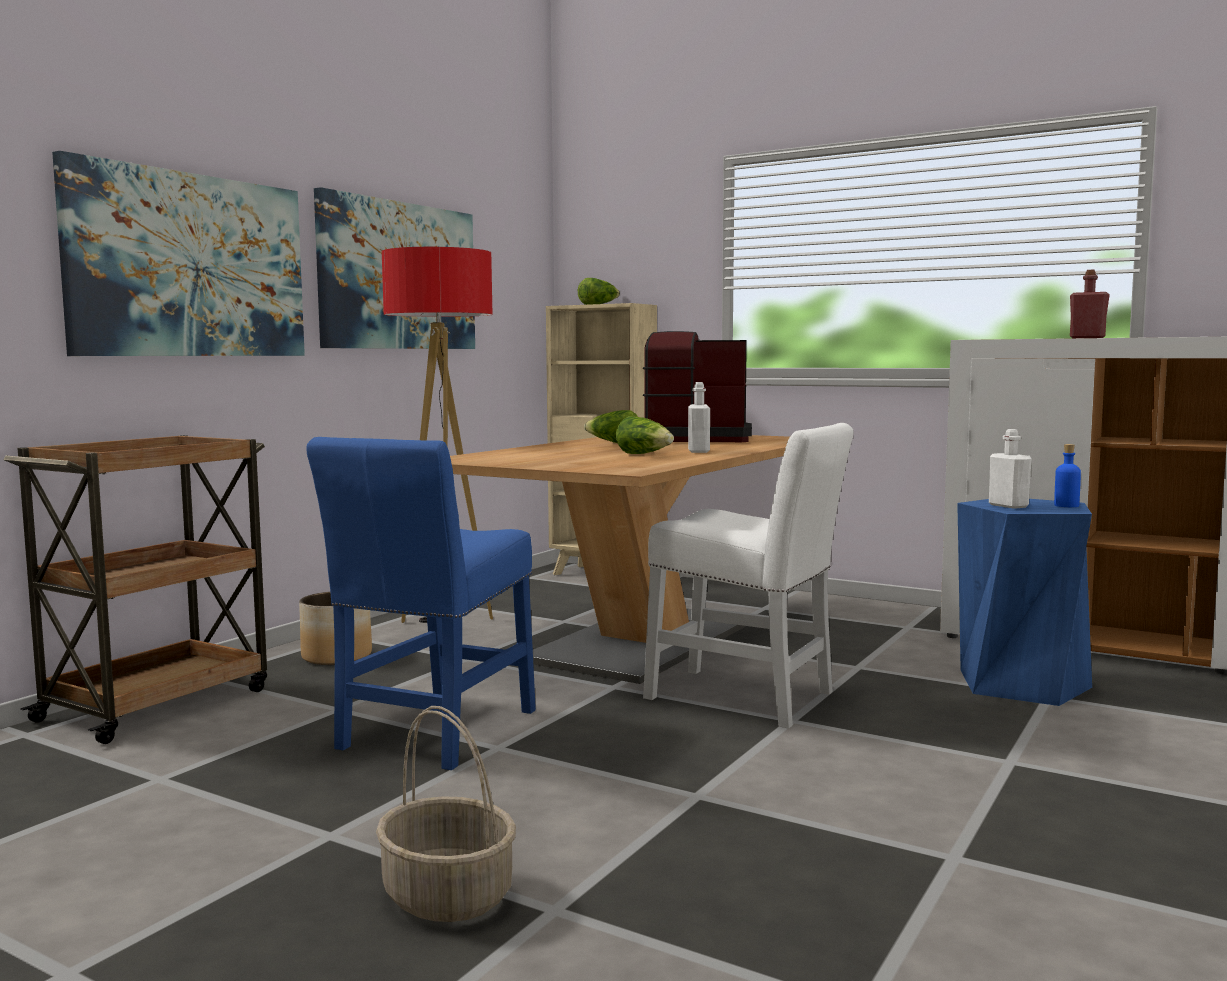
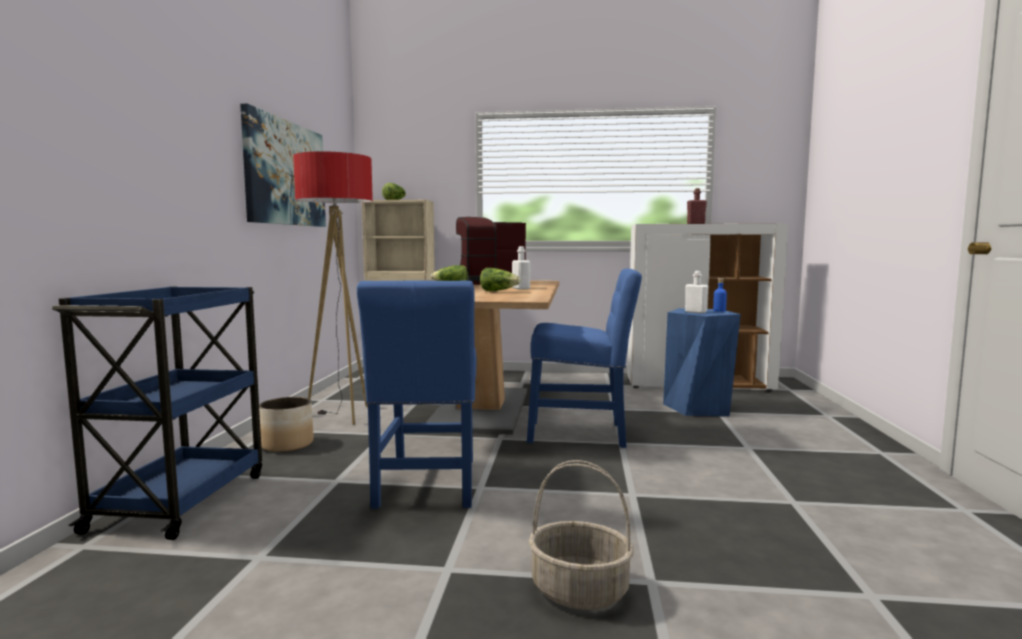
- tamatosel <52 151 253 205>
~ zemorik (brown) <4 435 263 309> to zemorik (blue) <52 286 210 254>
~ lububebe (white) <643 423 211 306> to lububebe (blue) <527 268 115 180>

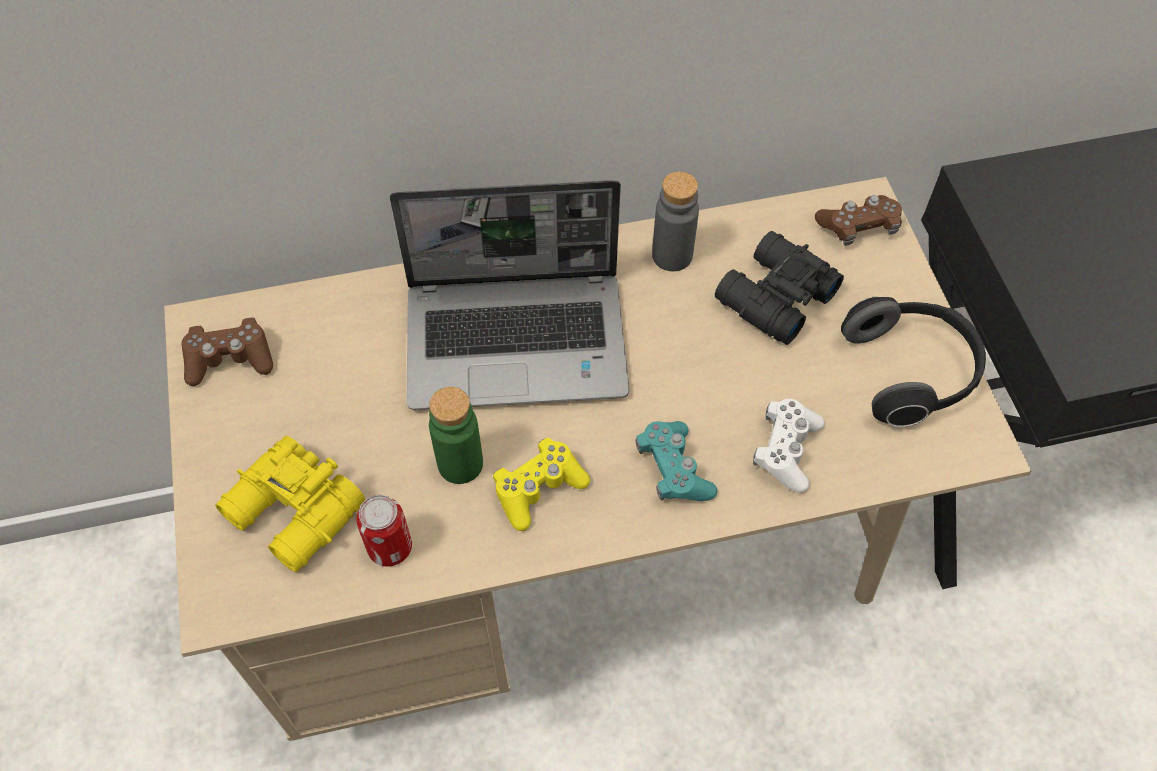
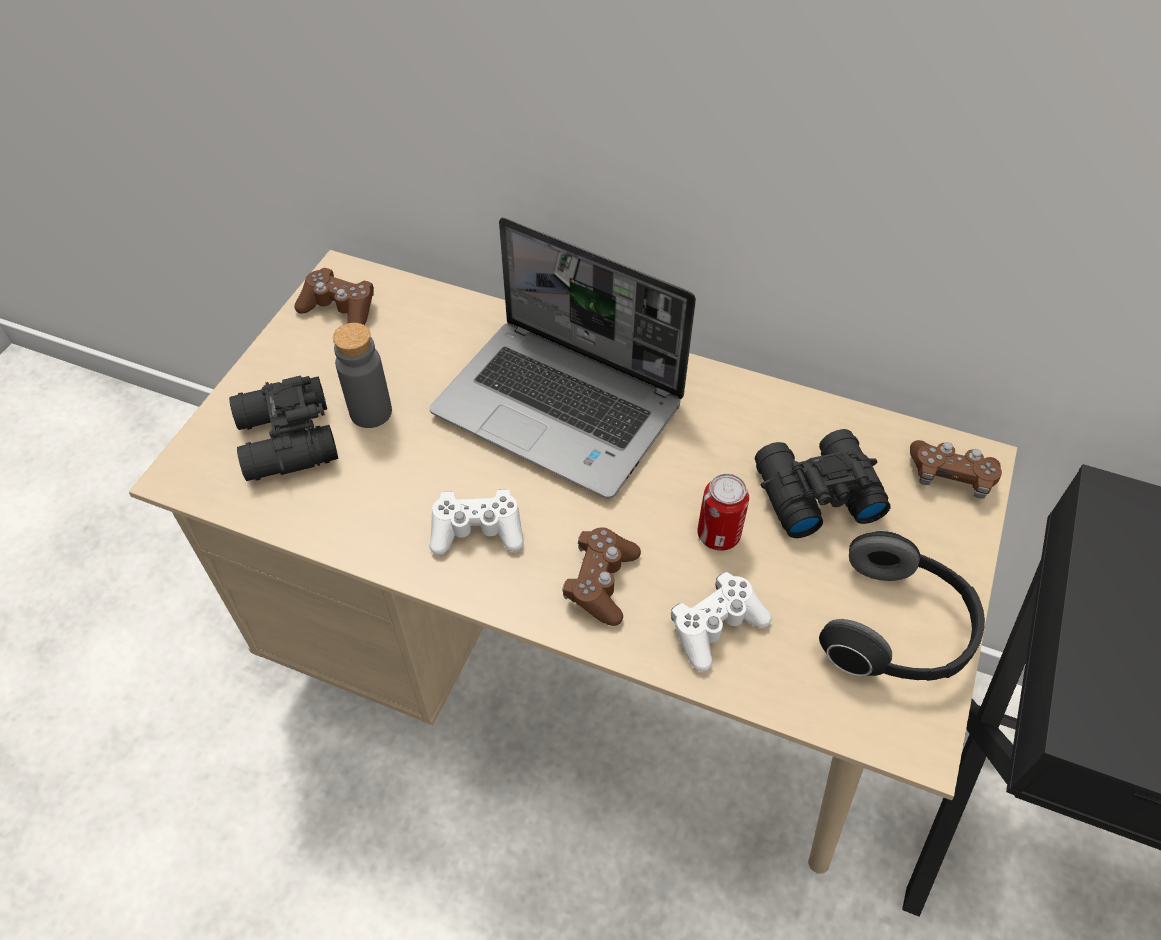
- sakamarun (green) <429 387 54 97>
~ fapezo <356 495 56 72> to <697 474 52 77>
~ sakamarun (grey) <652 172 47 99> to <333 323 59 105>
~ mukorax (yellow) <215 436 150 136> to mukorax (black) <229 375 109 106>
~ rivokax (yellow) <493 437 97 94> to rivokax (white) <429 489 95 66>
~ rivokax (turquoise) <636 421 81 80> to rivokax (brown) <562 527 79 99>

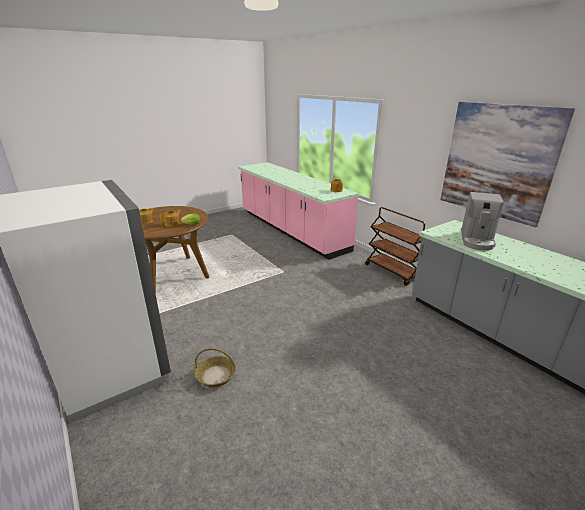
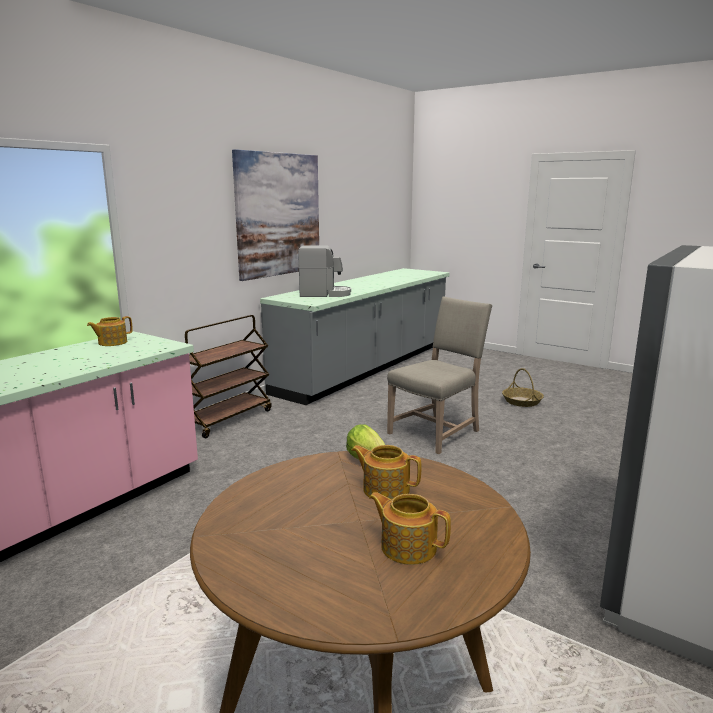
+ lububebe (beige) <387 296 105 158>
~ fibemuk <194 348 42 40> to <502 368 42 39>

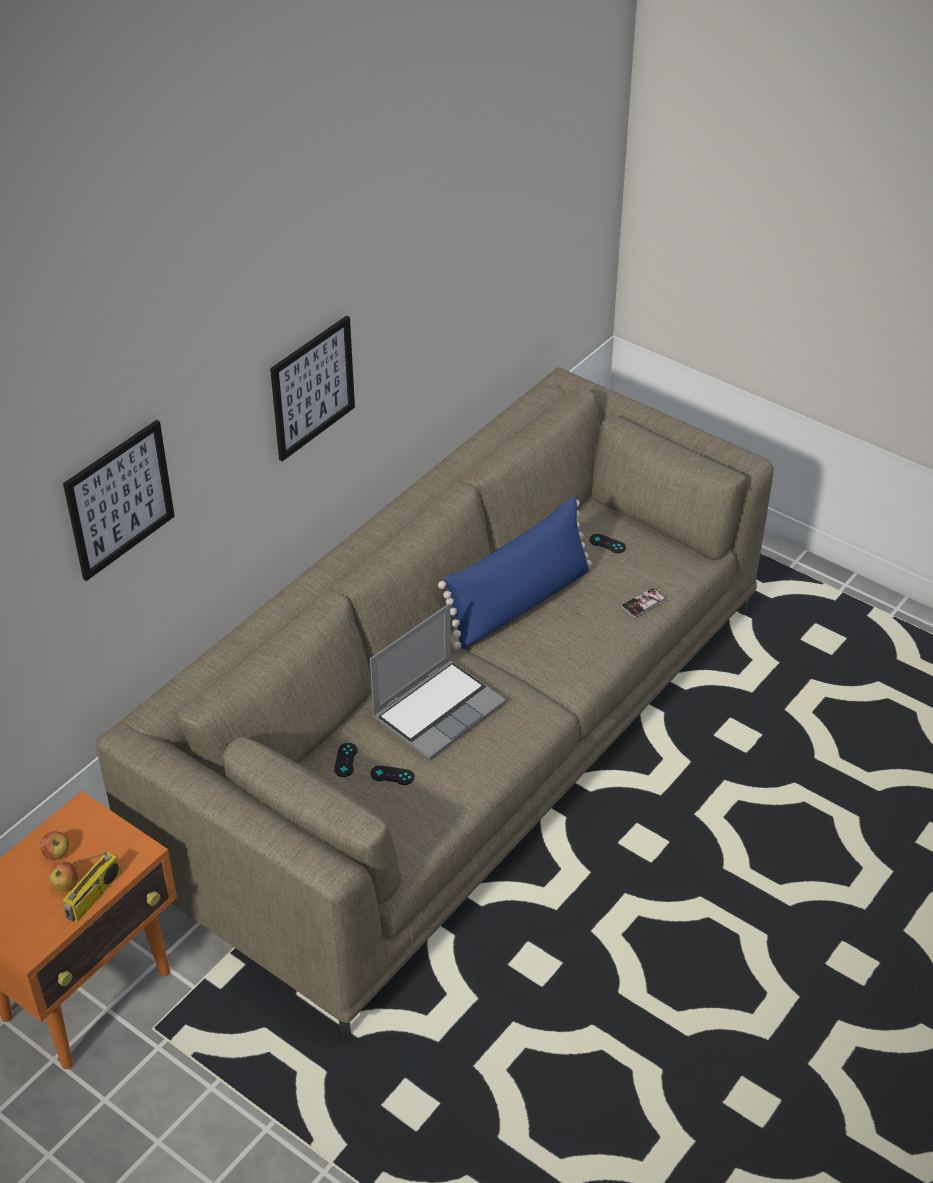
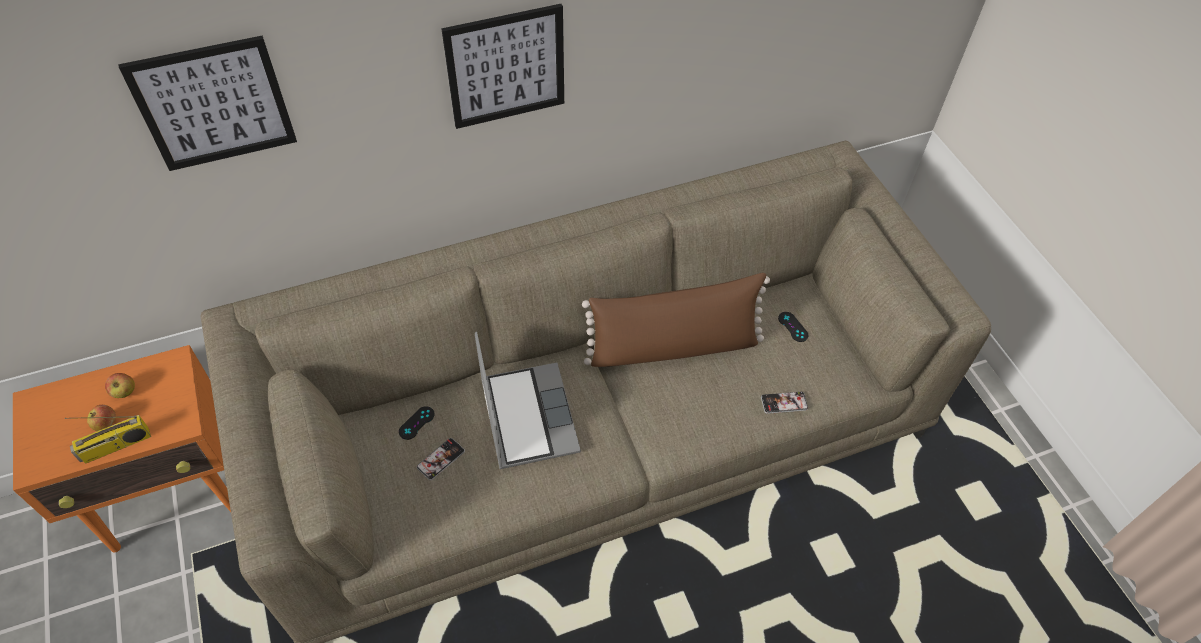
~ rivokax (black) <370 765 45 20> to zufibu <417 438 48 42>
~ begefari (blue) <438 496 154 153> to begefari (brown) <582 273 188 94>
~ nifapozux <370 604 136 156> = <475 332 106 137> 90 degrees counterclockwise

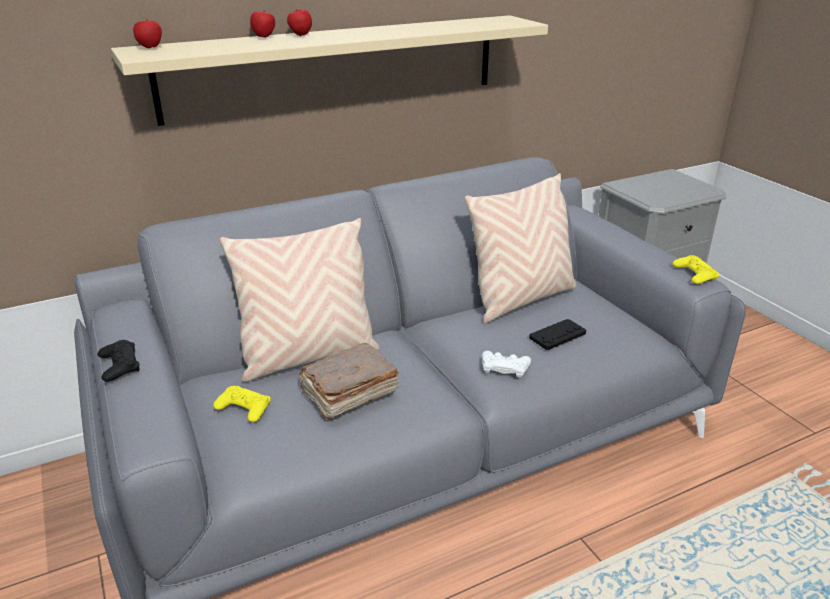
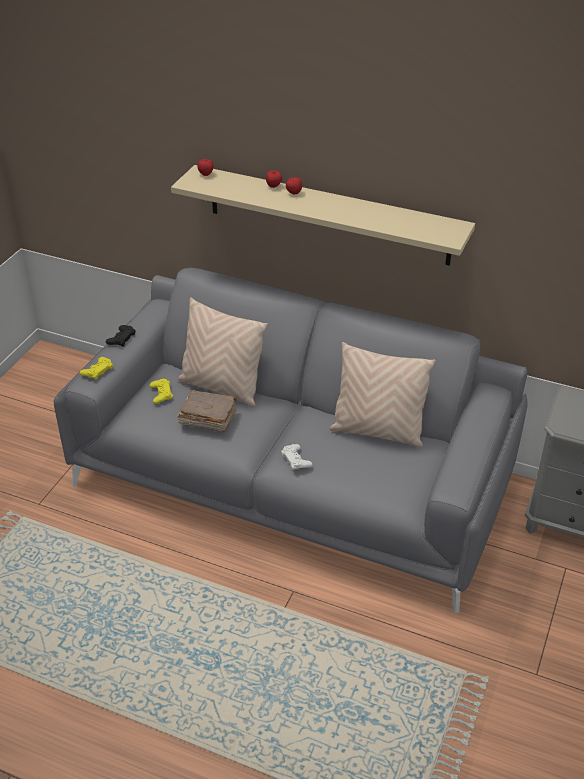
- rivokax (black) <529 319 57 31>
~ rivokax (yellow) <672 255 47 29> to <80 357 33 23>

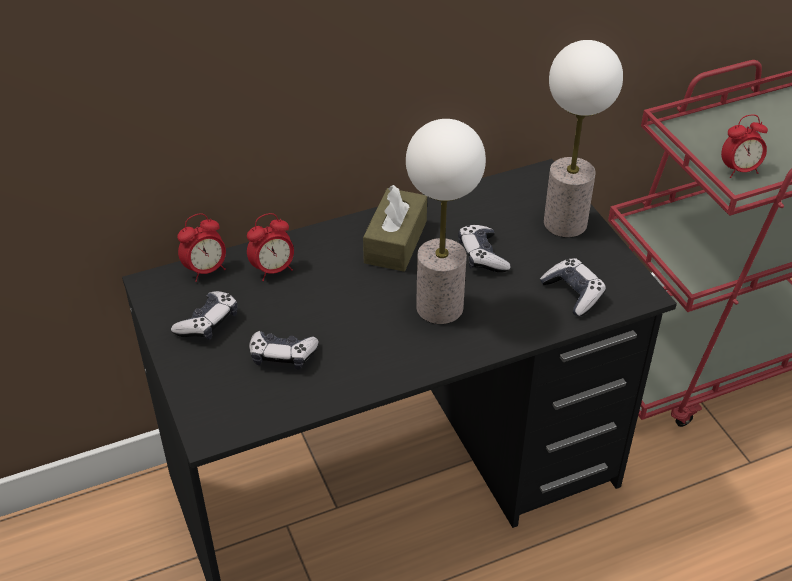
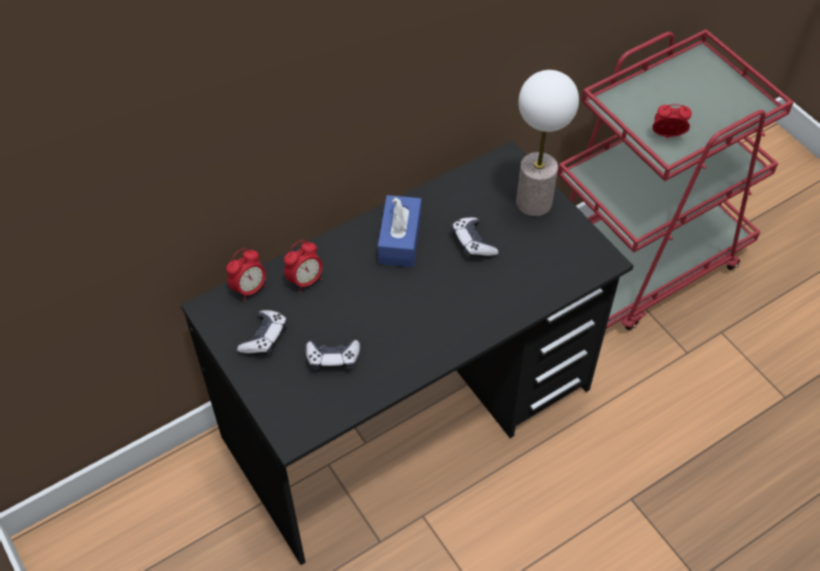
- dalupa <406 119 80 205>
- rivokax <540 258 66 58>
~ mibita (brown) <363 185 64 87> to mibita (blue) <378 195 43 72>
~ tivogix <721 114 47 64> = <652 104 40 35> 150 degrees counterclockwise

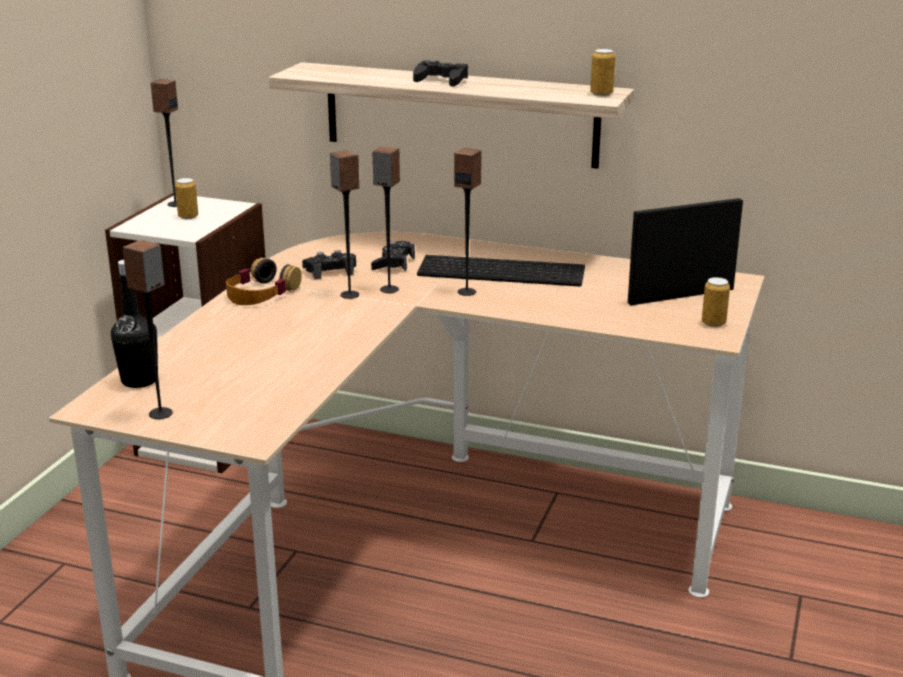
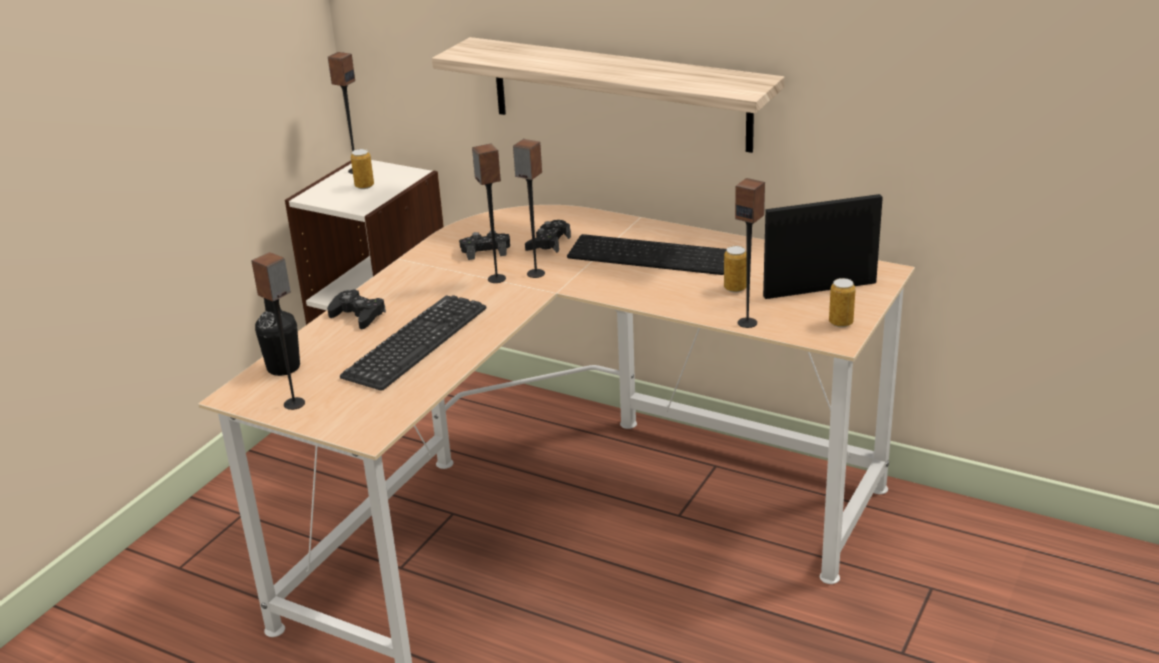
- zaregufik <226 258 76 47>
+ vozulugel <340 295 146 96>
~ rivokax (black) <413 60 55 27> to <327 290 59 39>
~ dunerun <454 148 28 148> to <735 178 30 150>
~ fapezo <590 49 25 47> to <724 246 23 47>

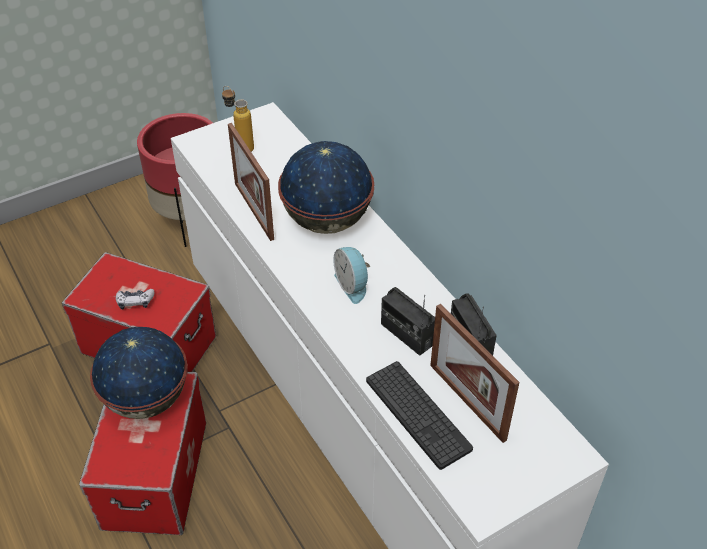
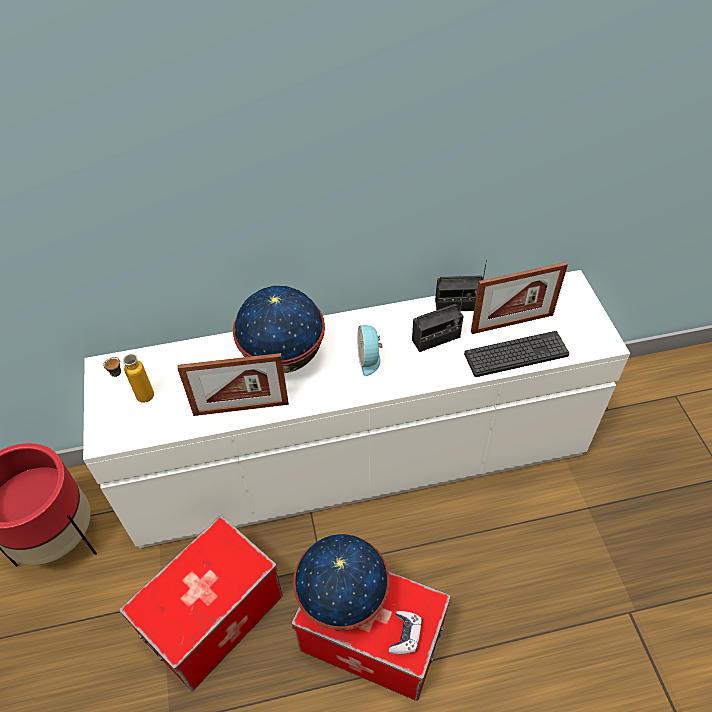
~ rivokax <116 289 39 21> to <389 611 33 43>
~ tivogix <333 247 37 57> = <357 325 26 51> 90 degrees clockwise

